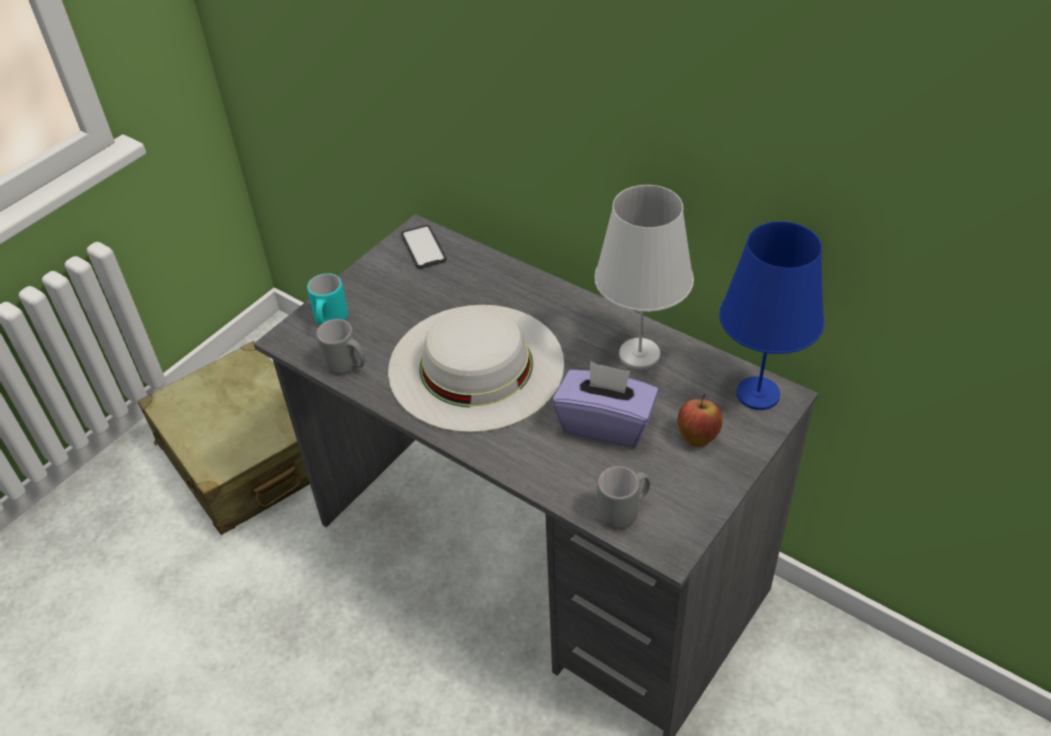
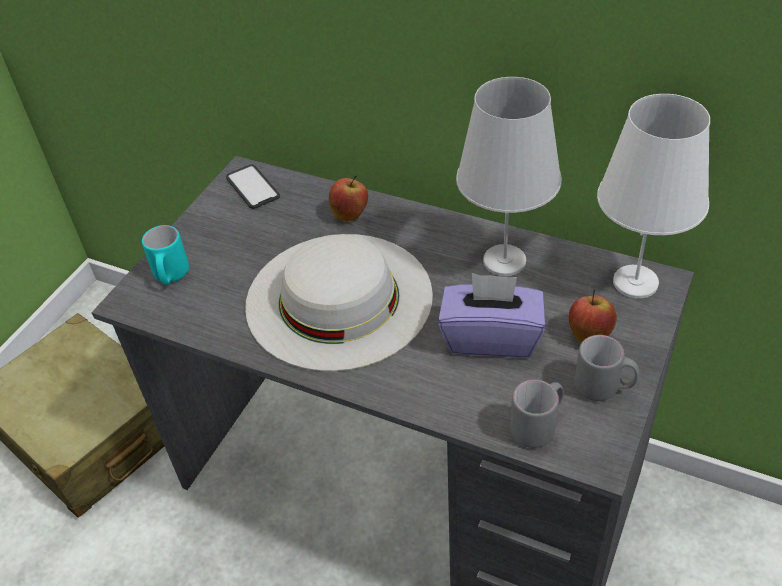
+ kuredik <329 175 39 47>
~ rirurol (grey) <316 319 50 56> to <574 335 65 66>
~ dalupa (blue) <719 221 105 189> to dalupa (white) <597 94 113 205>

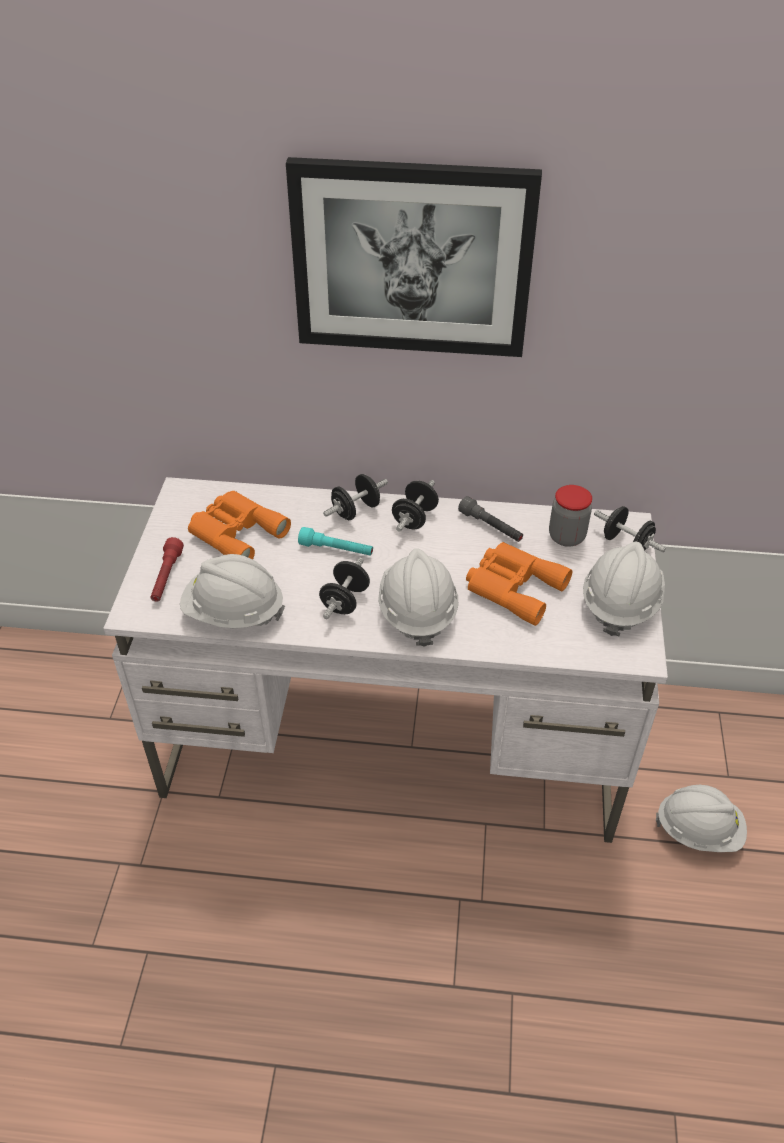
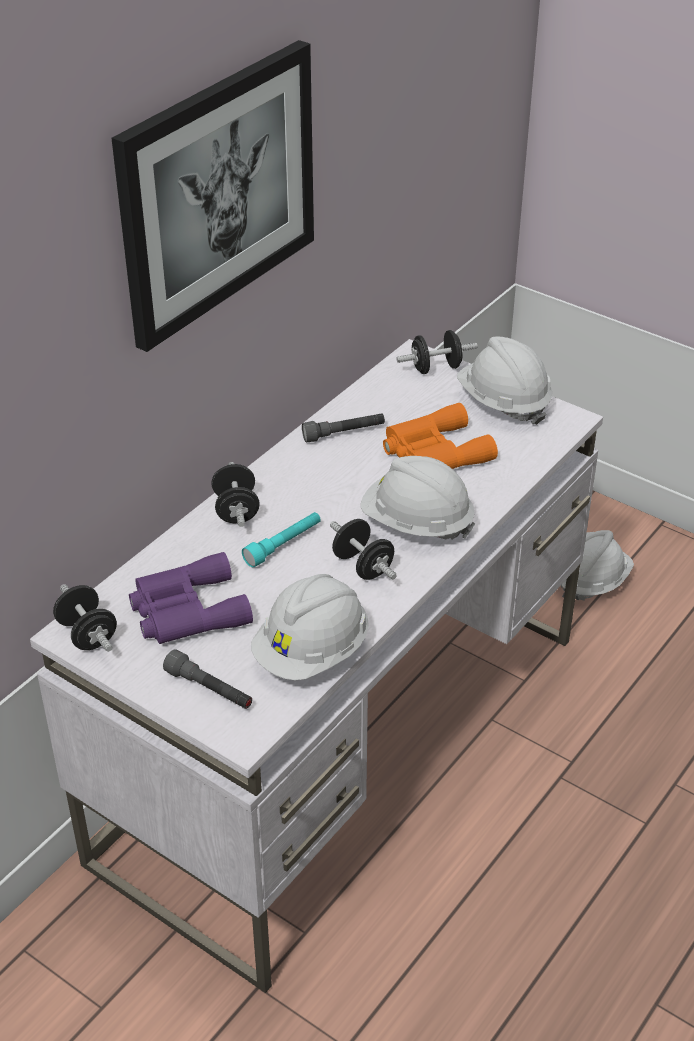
- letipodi <549 485 43 62>
~ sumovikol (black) <392 480 47 52> to <53 584 64 68>
~ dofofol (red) <151 537 33 65> to dofofol (grey) <163 649 89 60>
~ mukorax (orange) <188 491 103 68> to mukorax (purple) <129 552 124 92>

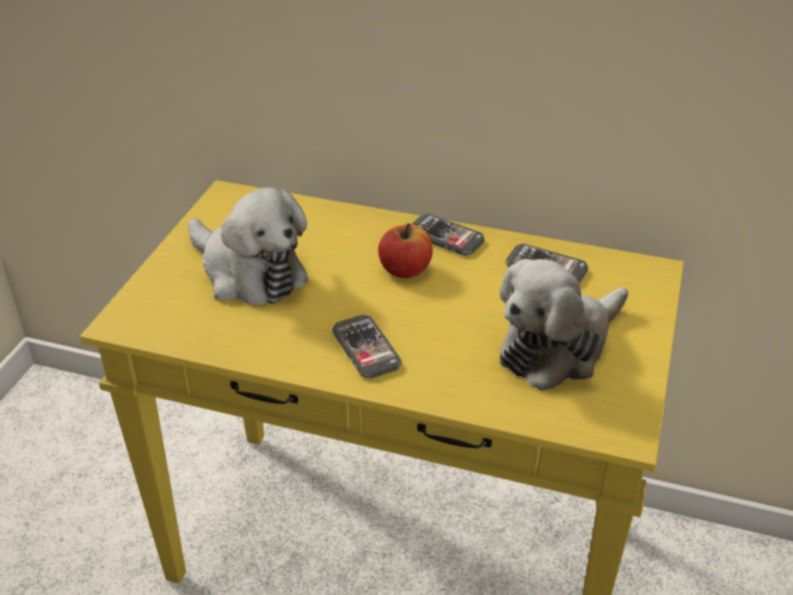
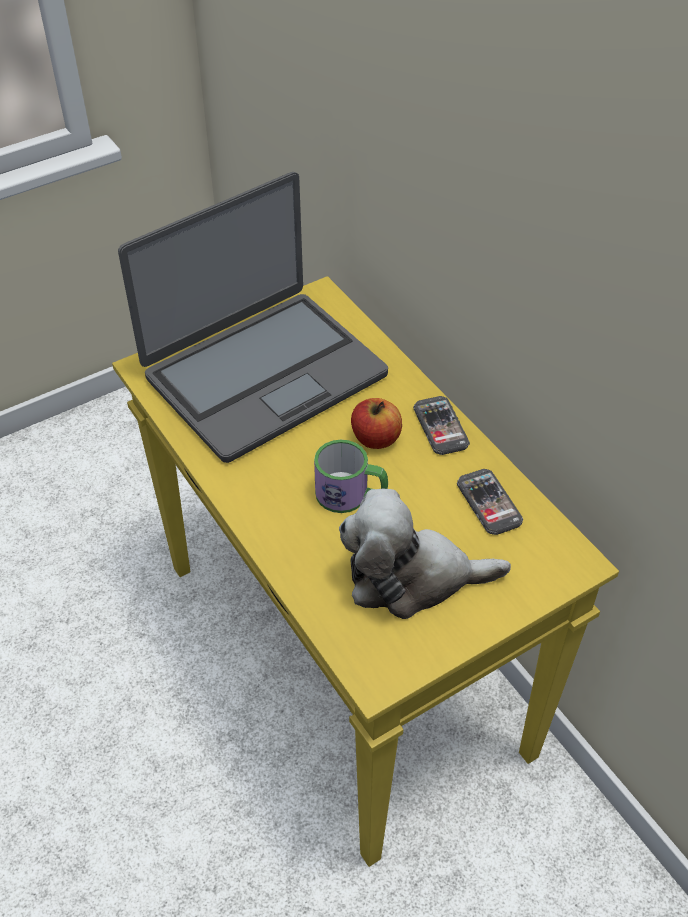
- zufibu <332 315 70 63>
+ rirurol <314 440 74 73>
~ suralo <188 187 120 119> to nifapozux <118 172 270 291>

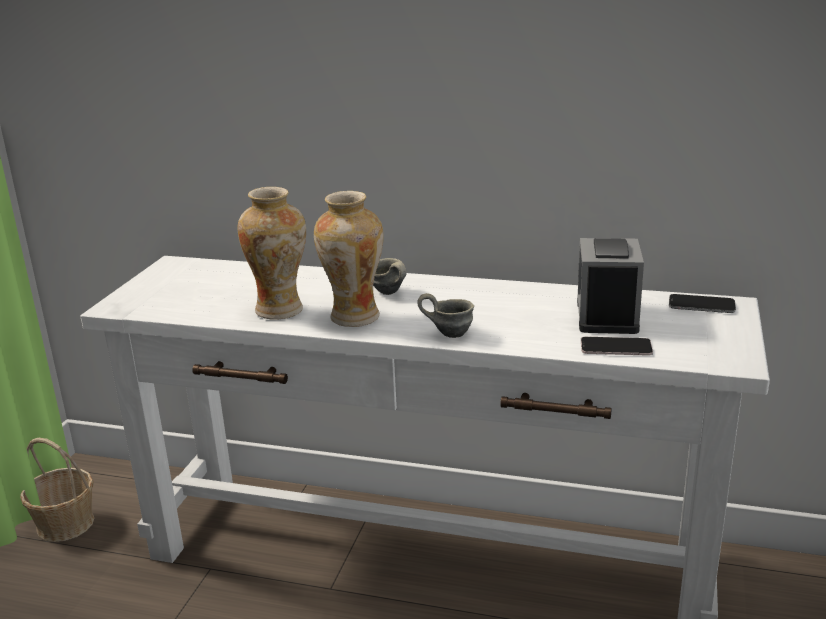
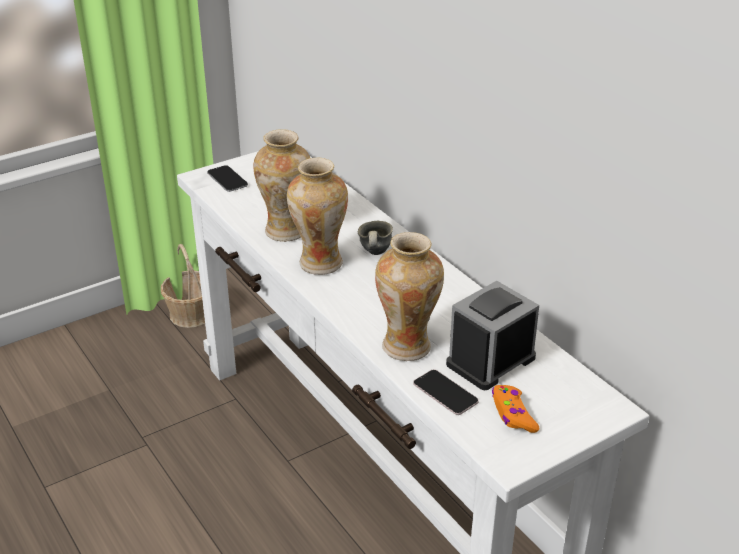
- rirurol (grey) <417 293 57 45>
+ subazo <375 232 69 129>
+ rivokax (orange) <492 385 47 48>
~ zufibu <669 294 67 19> to <207 165 41 27>

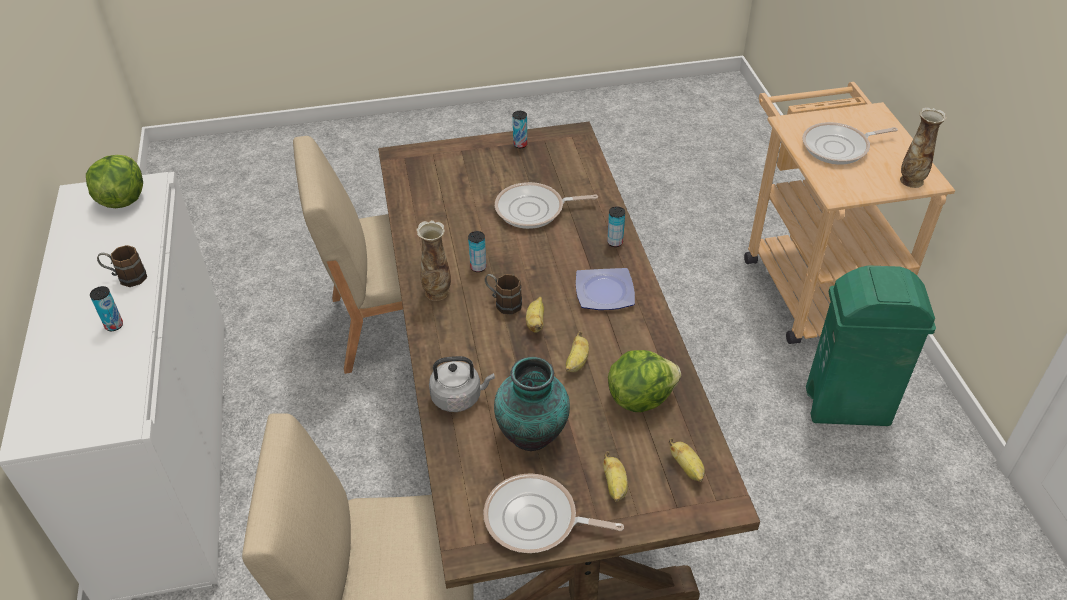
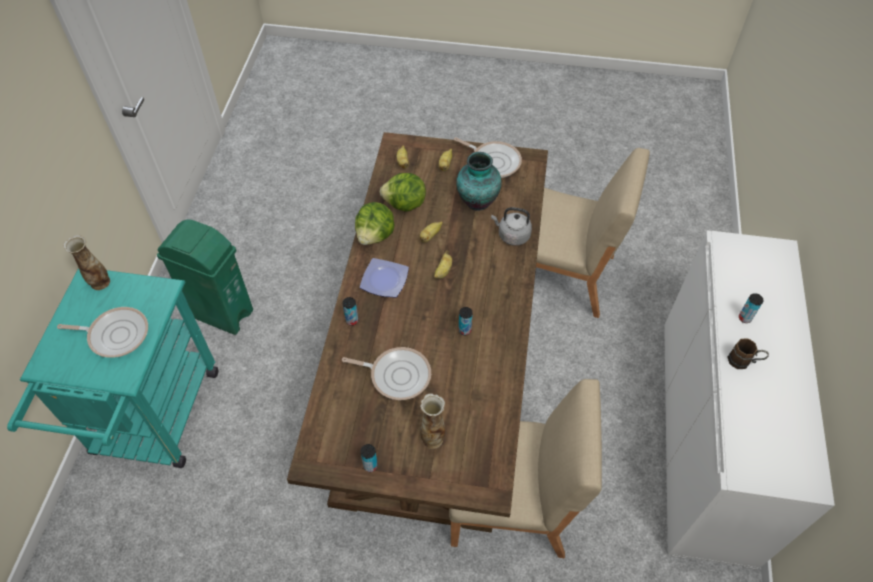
- rirurol (brown) <485 274 37 41>
~ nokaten <86 155 57 53> to <355 202 39 43>
~ subazo <416 220 35 81> to <420 393 25 56>
~ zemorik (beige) <744 82 211 262> to zemorik (turquoise) <7 268 211 200>

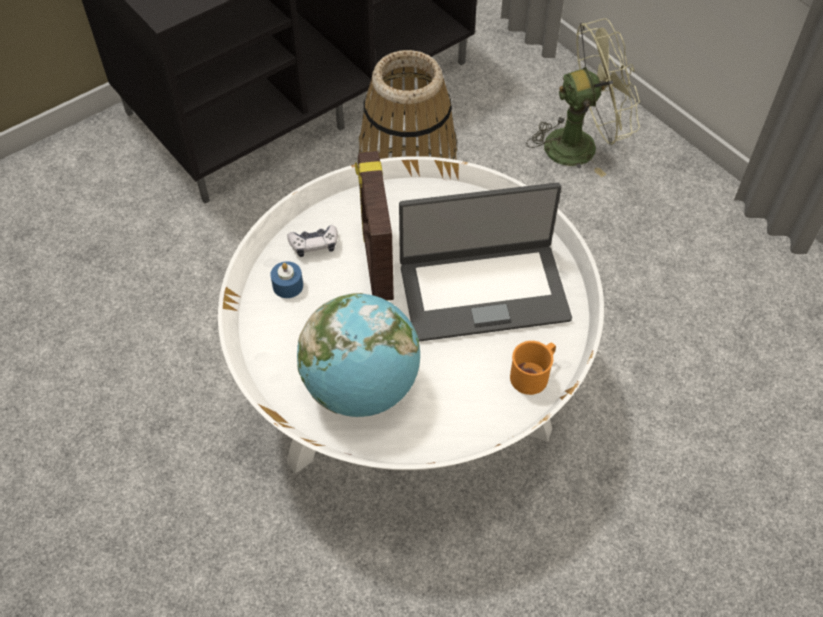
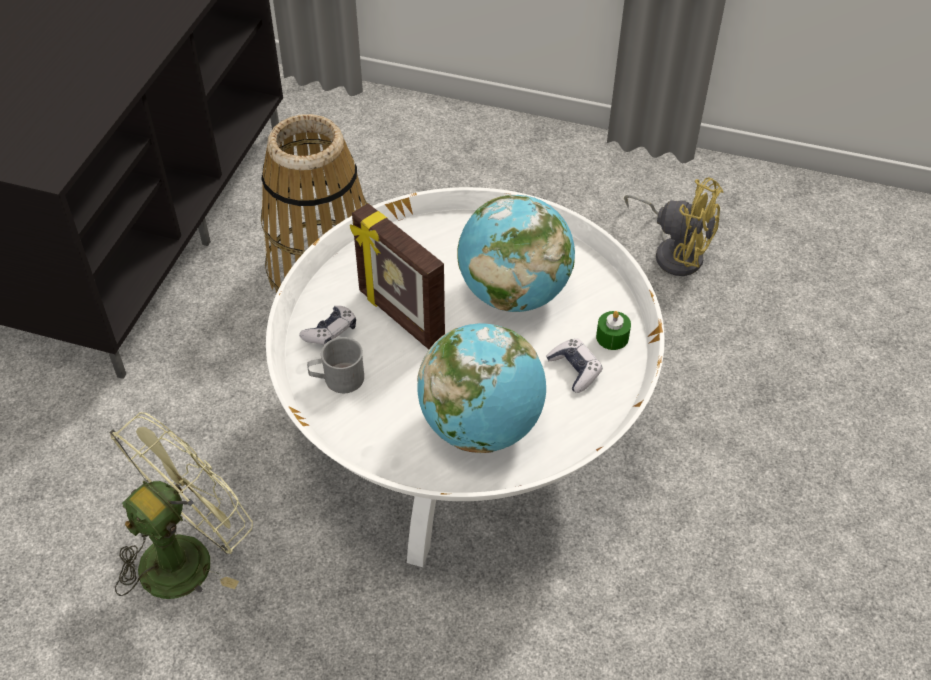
+ rivokax <546 339 56 54>
+ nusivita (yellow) <624 177 99 99>
~ nusivita (green) <526 18 114 159> to <110 412 143 187>
~ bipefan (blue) <270 261 33 37> to rirurol (grey) <307 337 57 56>
~ nifapozux <399 183 173 159> to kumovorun <457 195 118 117>
~ rirurol (orange) <510 341 46 54> to bipefan (green) <596 311 35 39>

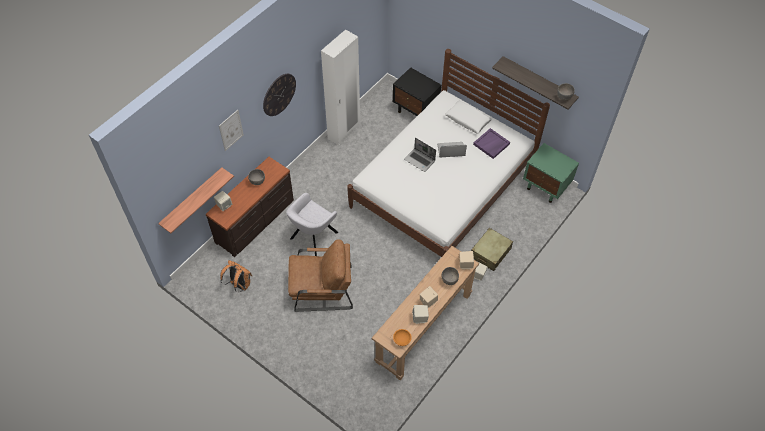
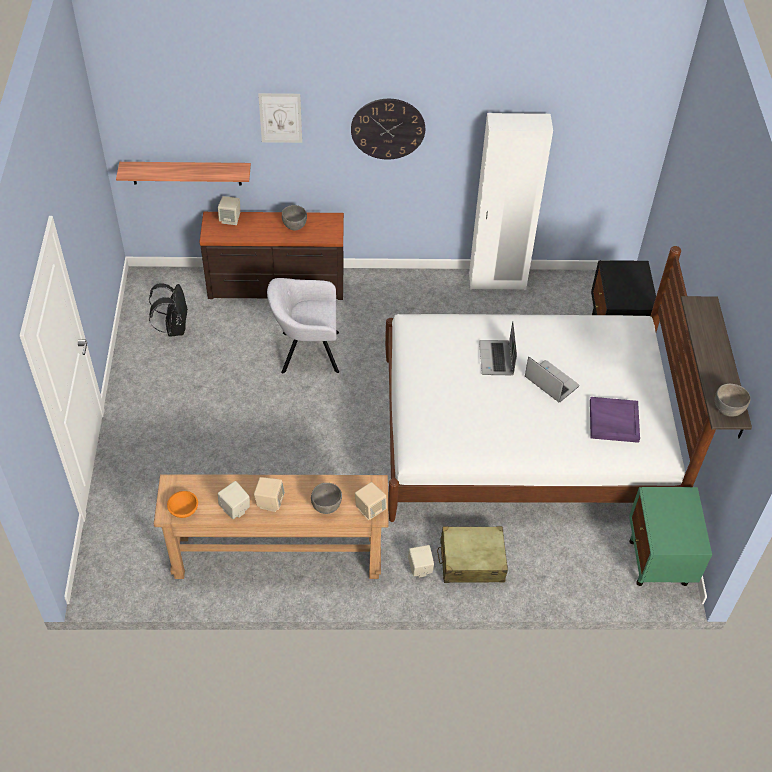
- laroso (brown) <288 239 65 73>
- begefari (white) <445 101 47 33>
~ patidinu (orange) <220 260 32 32> to patidinu (black) <149 283 39 53>

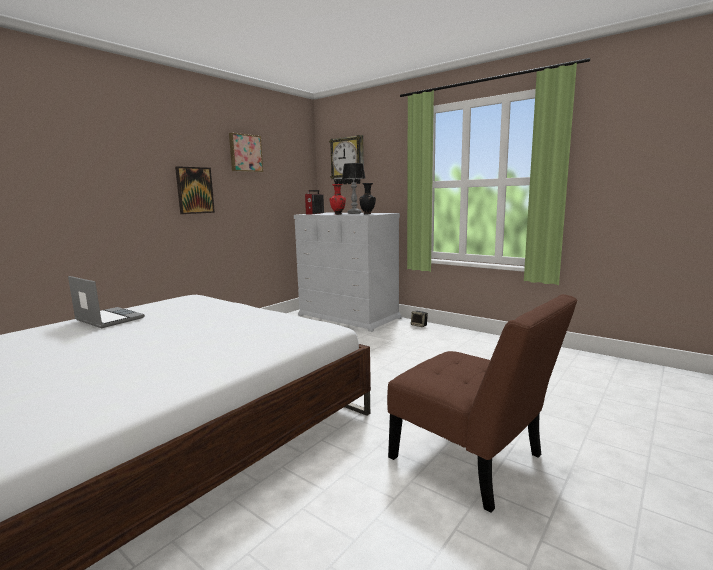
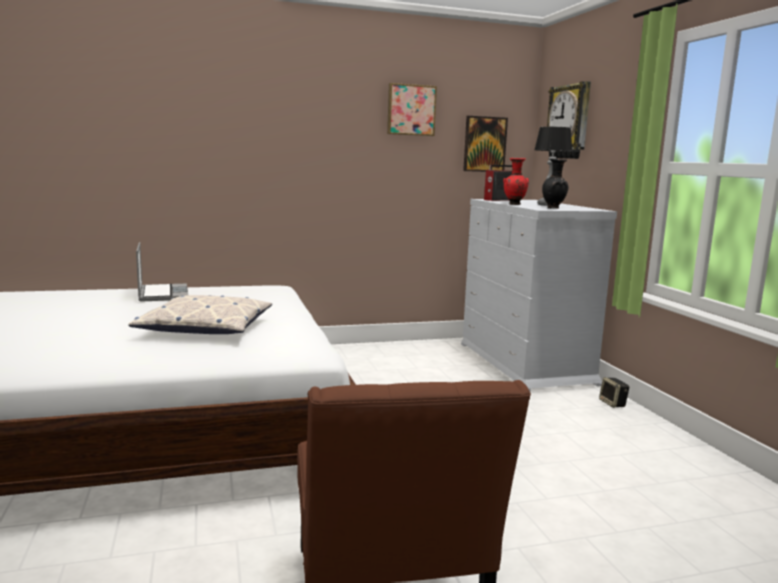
+ begefari <128 295 144 39>
~ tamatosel <175 166 40 48> to <463 116 45 56>

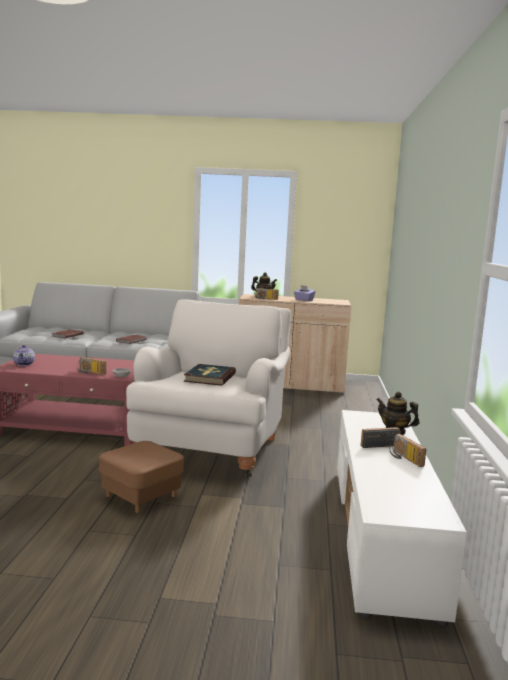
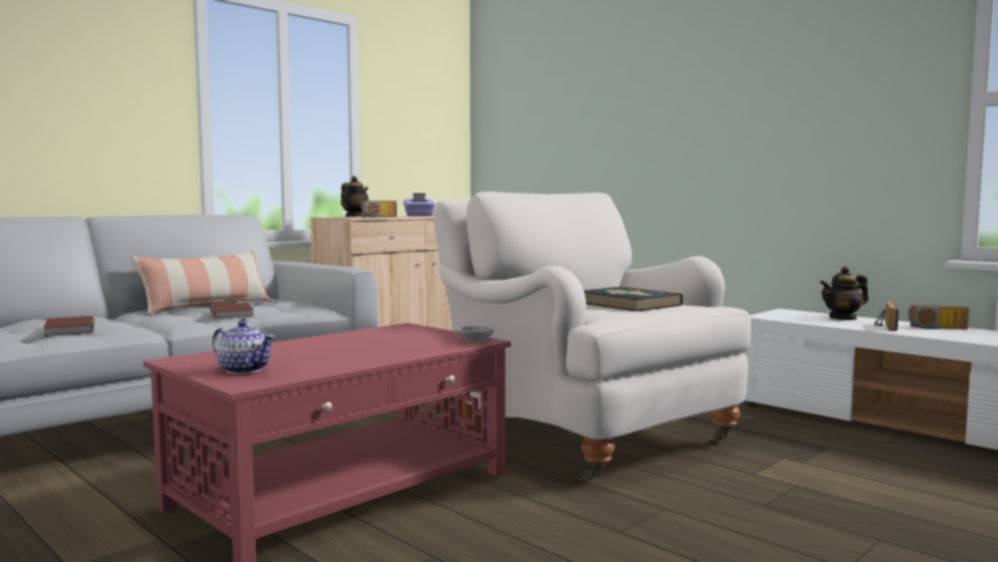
- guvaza <77 357 29 18>
- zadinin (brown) <99 441 85 72>
+ begefari <131 250 140 65>

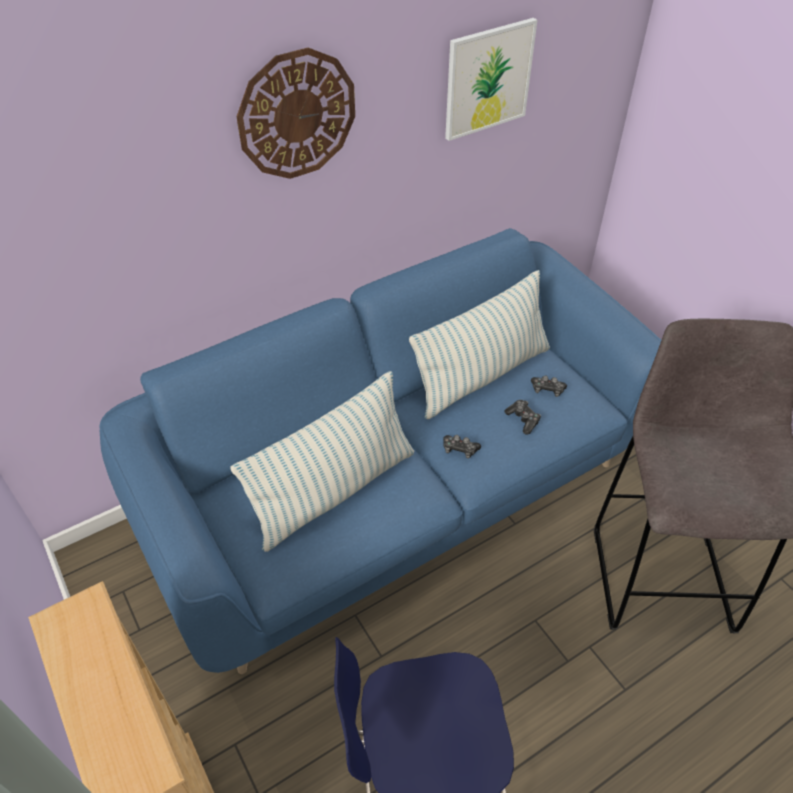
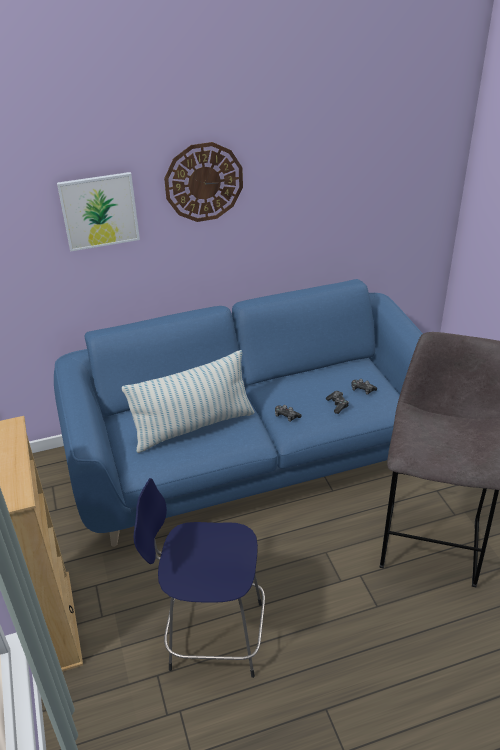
- begefari <409 270 141 149>
~ tamatosel <445 18 92 123> to <57 172 83 80>

